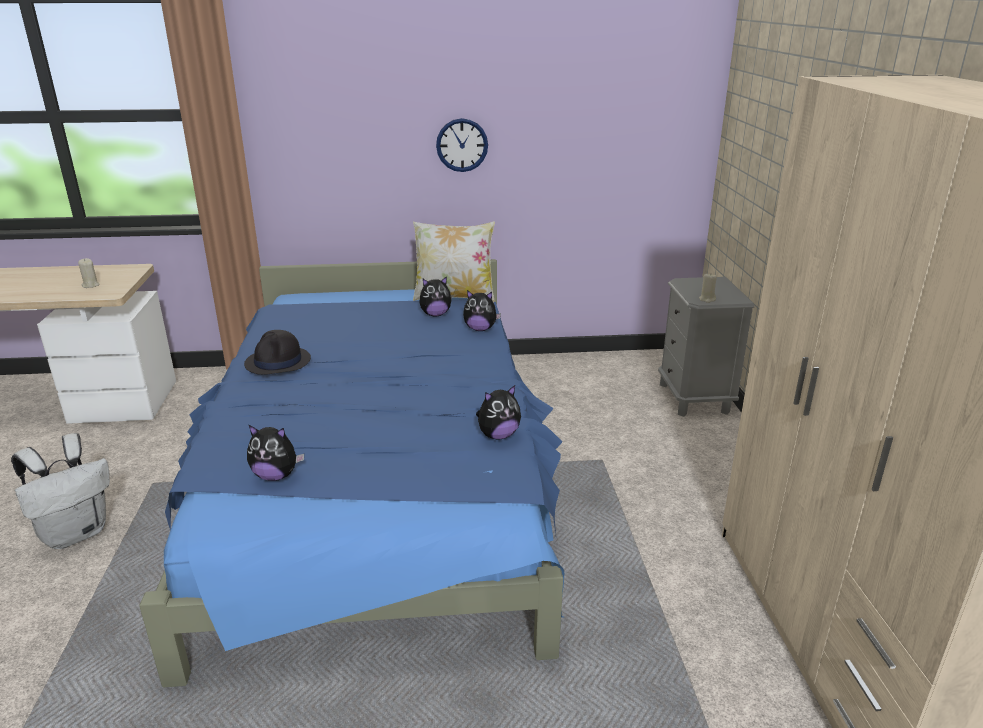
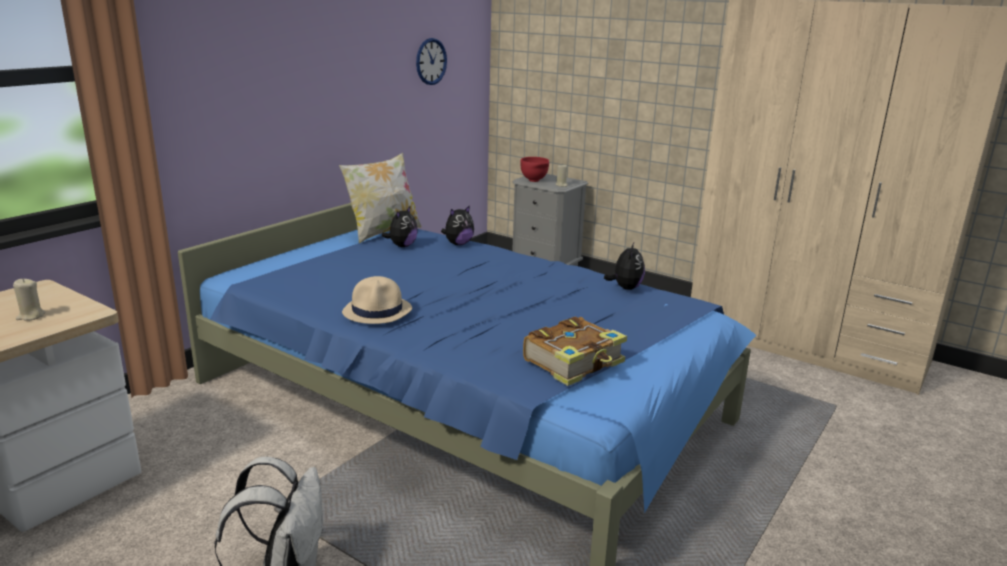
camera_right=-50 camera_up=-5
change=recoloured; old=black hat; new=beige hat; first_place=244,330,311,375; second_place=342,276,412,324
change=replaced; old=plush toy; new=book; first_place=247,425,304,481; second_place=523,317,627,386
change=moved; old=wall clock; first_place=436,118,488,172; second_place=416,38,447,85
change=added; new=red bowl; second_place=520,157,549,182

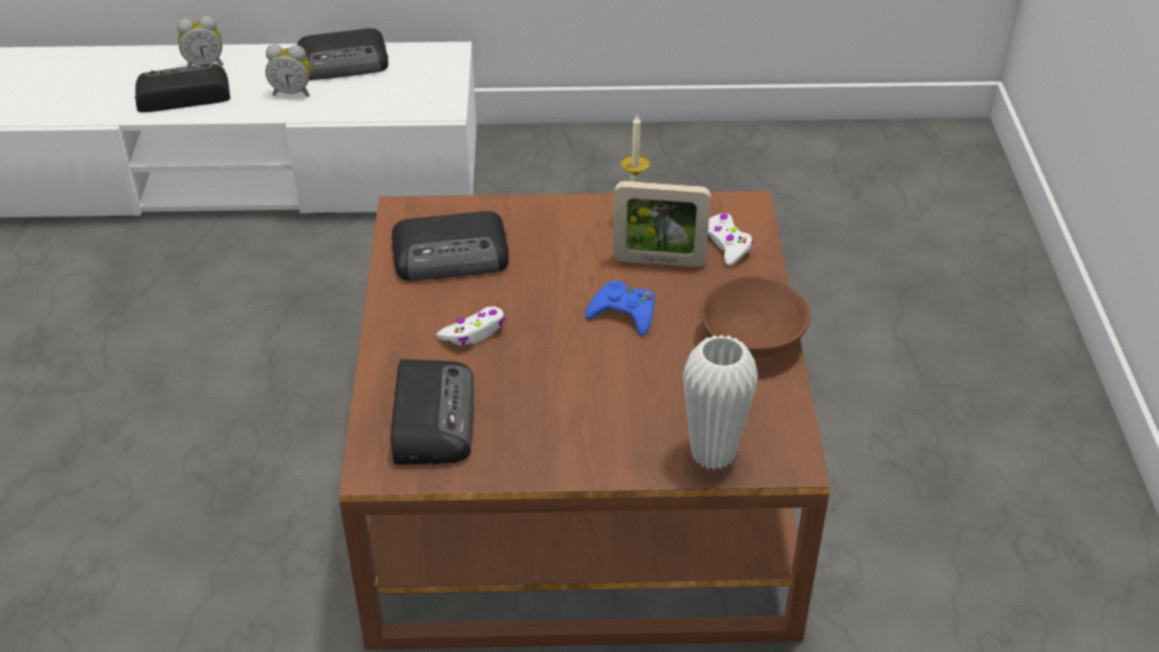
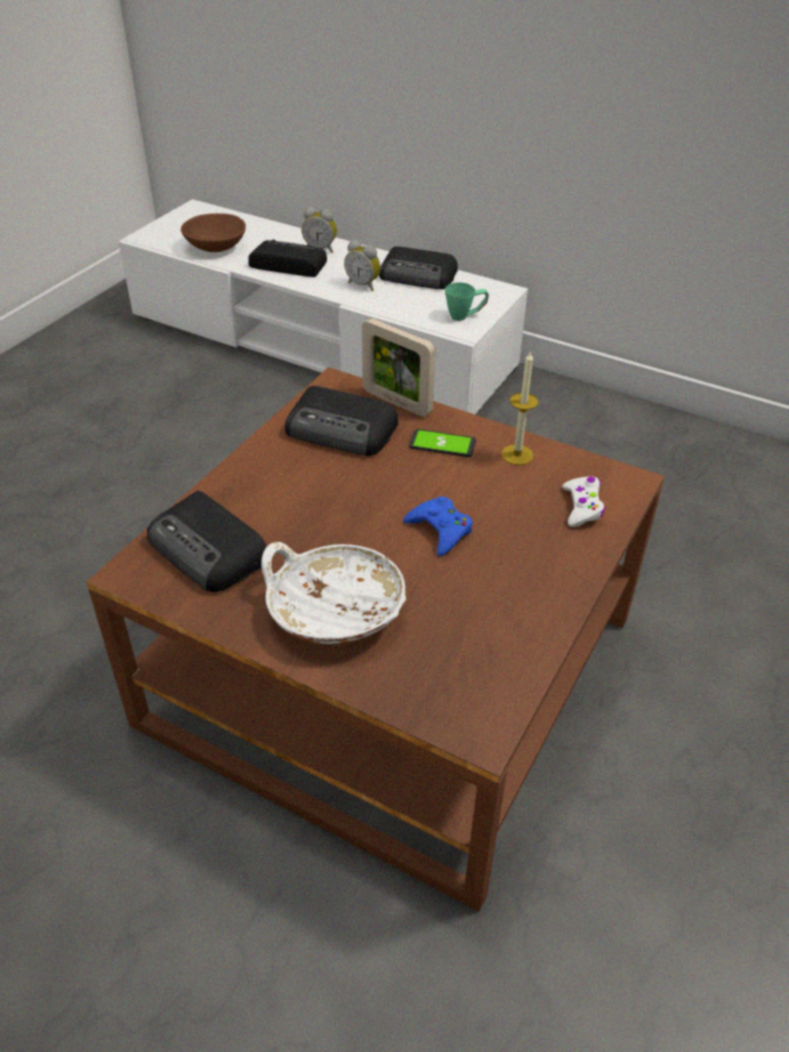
camera_right=30 camera_up=0
change=turned; old=radio; first_place=391,359,474,465; second_place=147,491,266,592; degrees=105
change=removed; old=white game controller; first_place=437,307,505,346
change=moved; old=picture frame; first_place=613,181,711,267; second_place=362,318,435,417
change=removed; old=white vase; first_place=683,335,758,470
change=moved; old=brown bowl; first_place=700,276,811,357; second_place=181,213,246,252
change=added; new=white bowl; second_place=261,542,406,644
change=added; new=phone; second_place=409,429,476,457
change=added; new=green mug; second_place=445,283,489,321

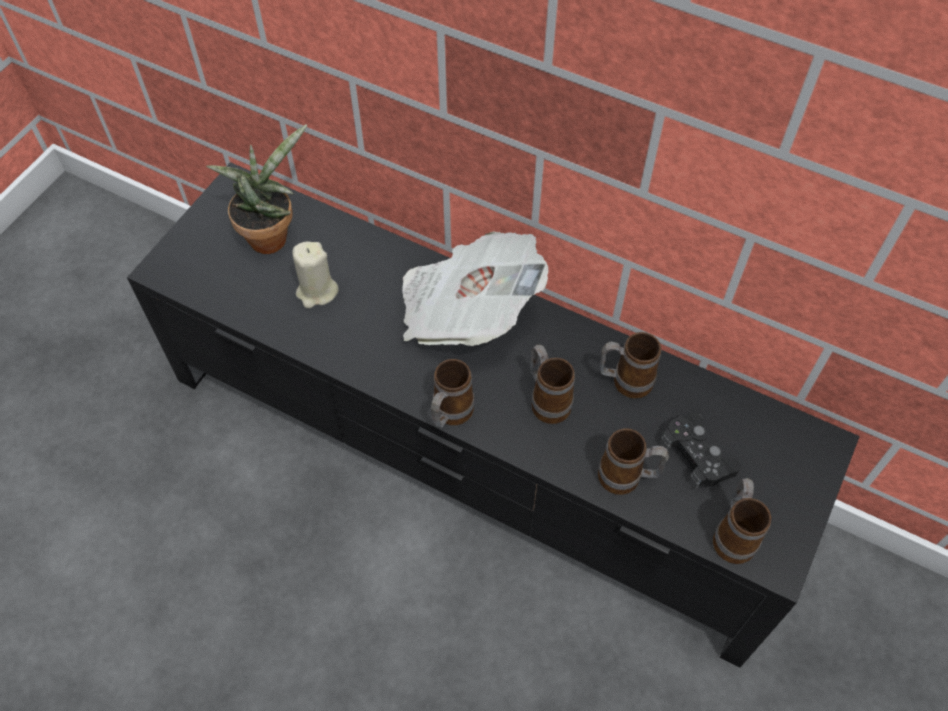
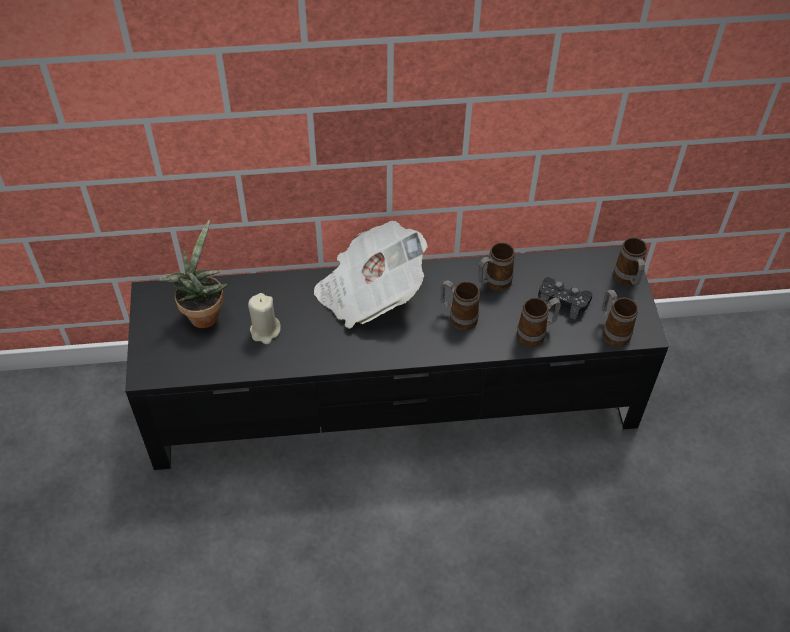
camera_right=-35 camera_up=-5
change=moved; old=mug; first_place=431,359,474,428; second_place=613,237,647,285

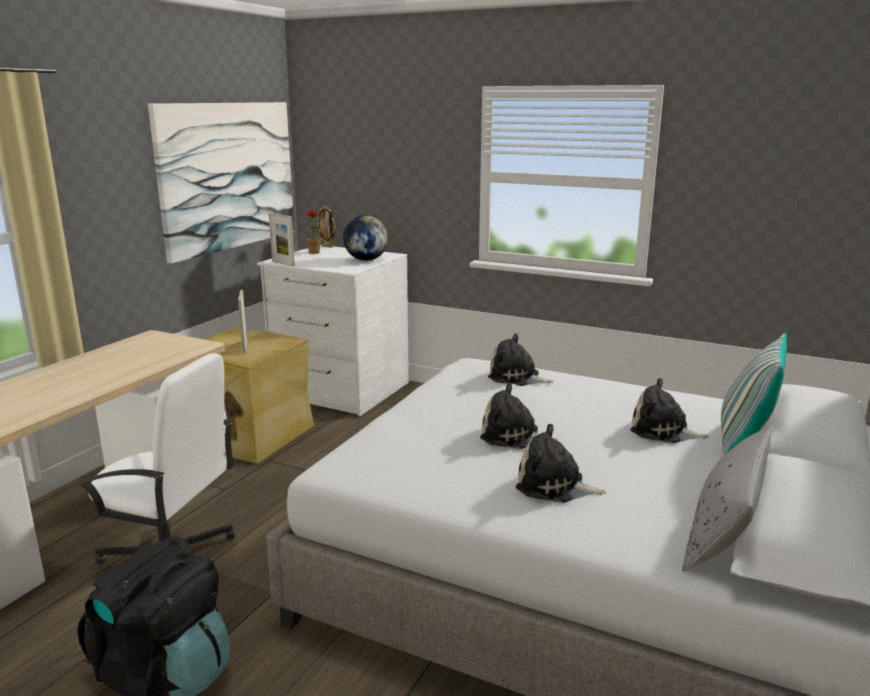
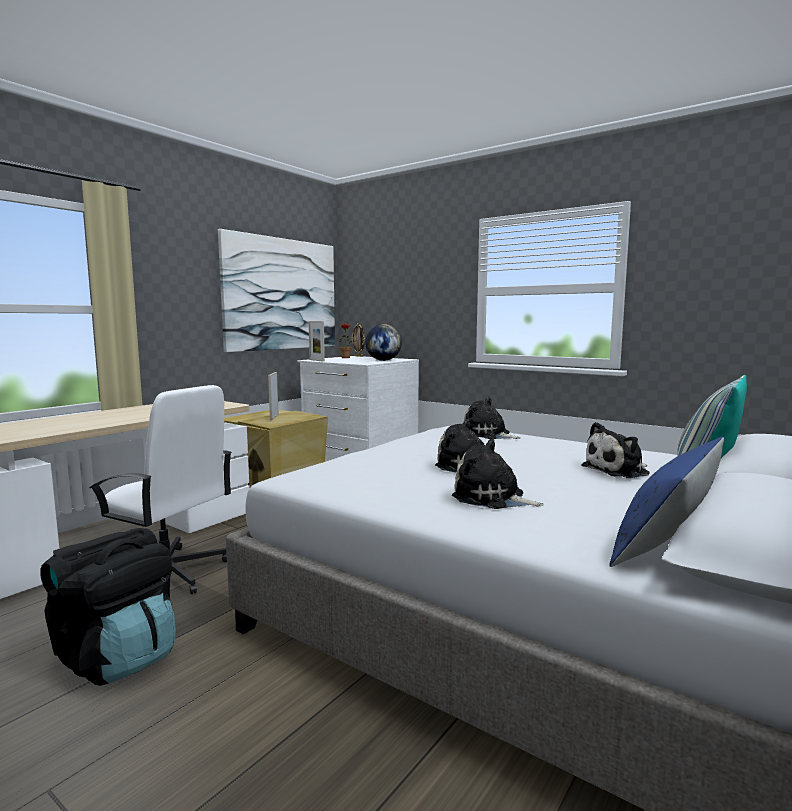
camera_right=10 camera_up=-10
change=turned; old=plush toy; first_place=630,378,709,443; second_place=581,422,650,478; degrees=-60
change=recoloured; old=grey pillow; new=blue pillow; first_place=682,425,772,572; second_place=609,437,724,567

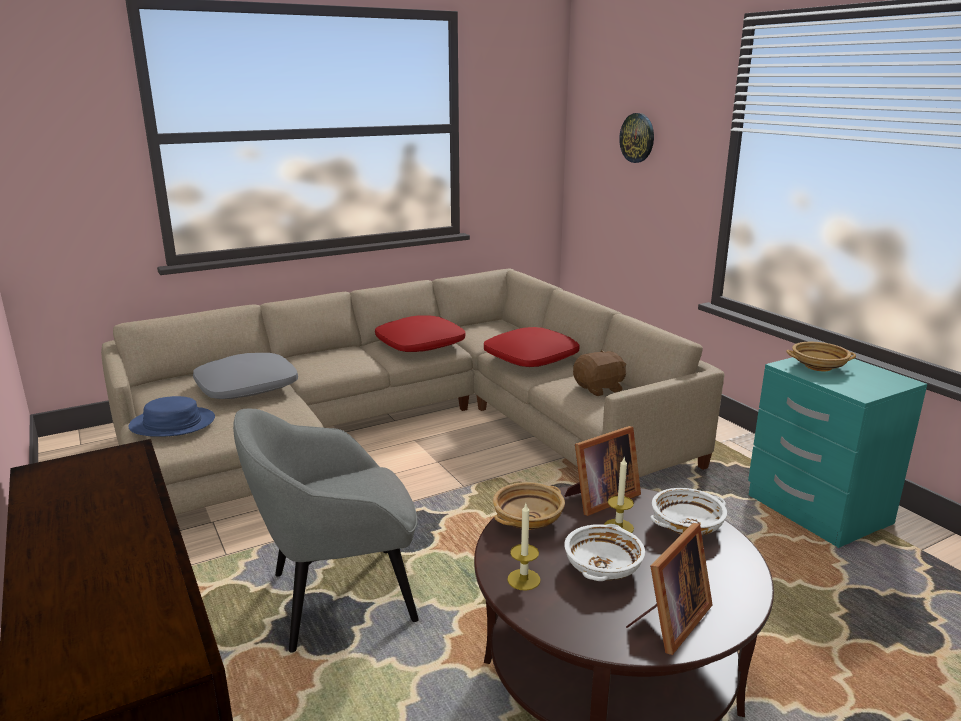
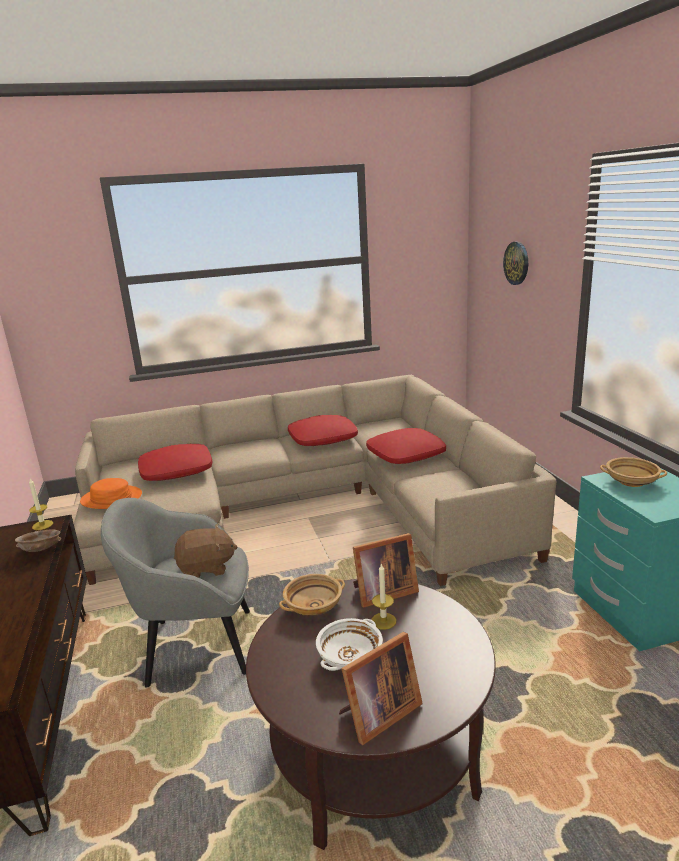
camera_right=15 camera_up=0
change=recoloured; old=blue hat; new=orange hat; first_place=128,396,215,437; second_place=80,478,142,509
change=recoloured; old=grey pillow; new=red pillow; first_place=193,353,298,399; second_place=138,444,213,481
change=moved; old=candle; first_place=507,504,541,591; second_place=29,479,53,530
change=moved; old=brown plush toy; first_place=573,350,627,396; second_place=174,524,238,578
change=removed; old=white bowl; first_place=650,488,727,535
change=added; new=brown bowl; second_place=15,529,61,552

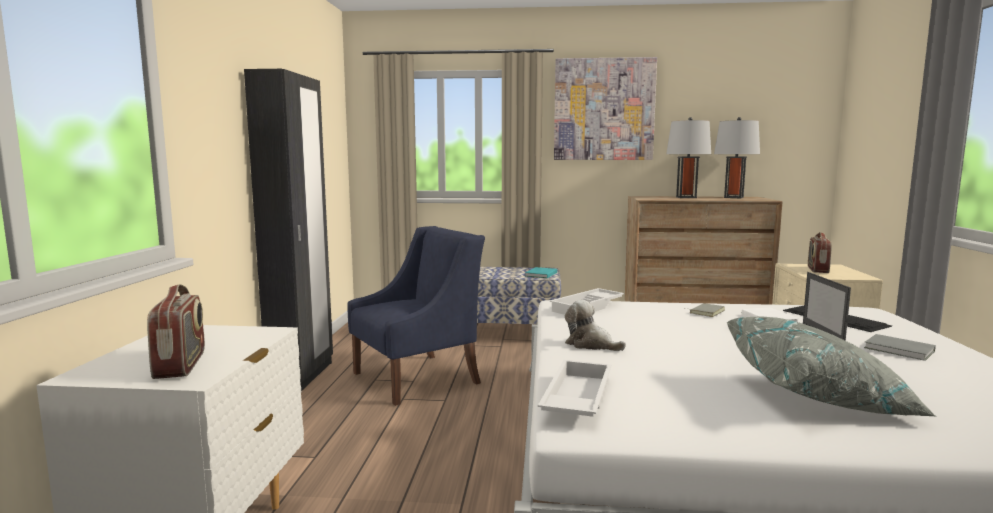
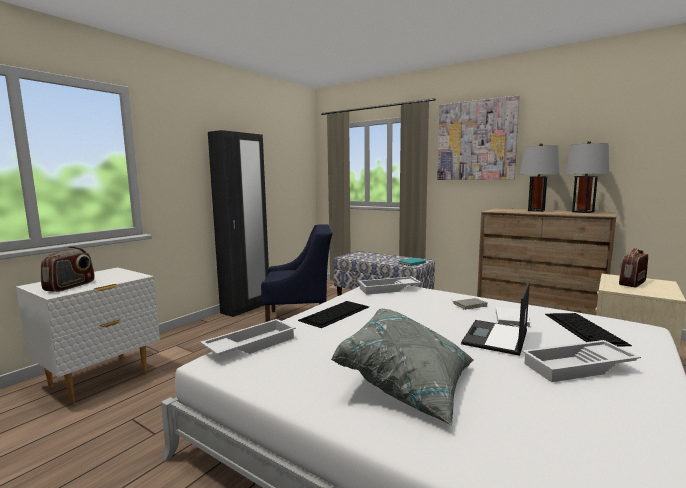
camera_right=30 camera_up=0
change=replaced; old=plush toy; new=keyboard; first_place=565,300,626,351; second_place=298,301,369,328
change=replaced; old=grey book; new=white tray; first_place=864,334,936,361; second_place=522,340,641,382

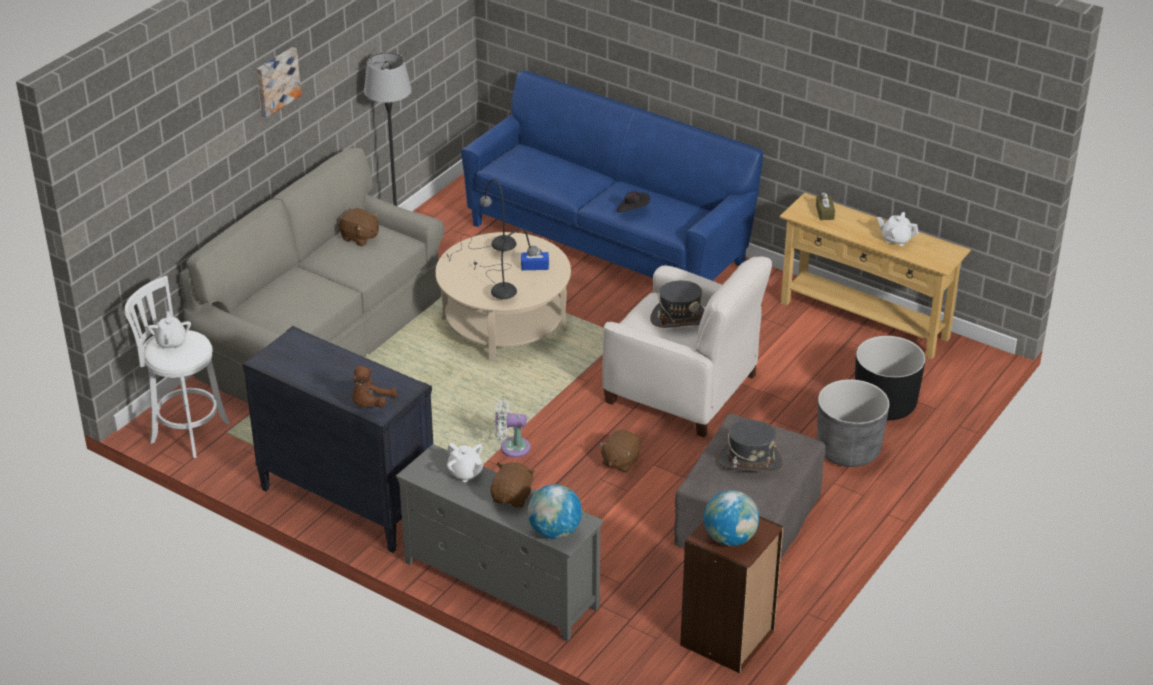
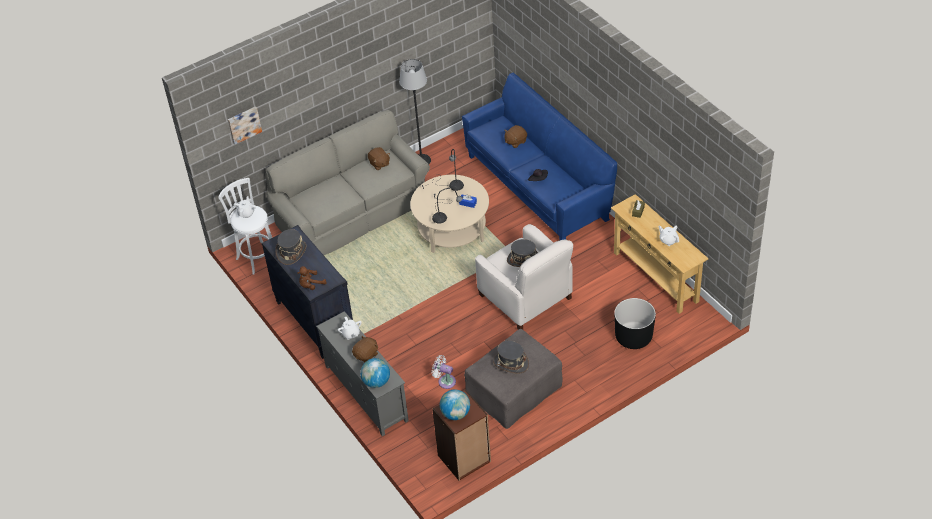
camera_right=25 camera_up=10
change=moved; old=picture; first_place=257,47,301,118; second_place=228,107,262,144
change=moved; old=white fan; first_place=494,400,531,457; second_place=432,355,456,389
change=moved; old=brown plush toy; first_place=599,430,641,473; second_place=504,125,527,148
change=removed; old=grey planter; first_place=817,379,889,467
change=added; new=grey hat; second_place=275,229,307,265

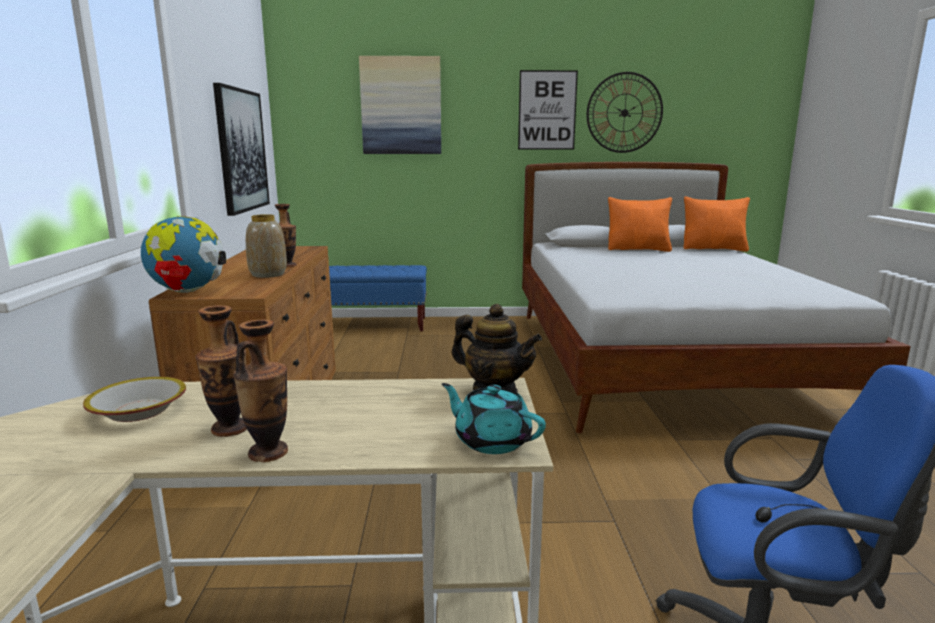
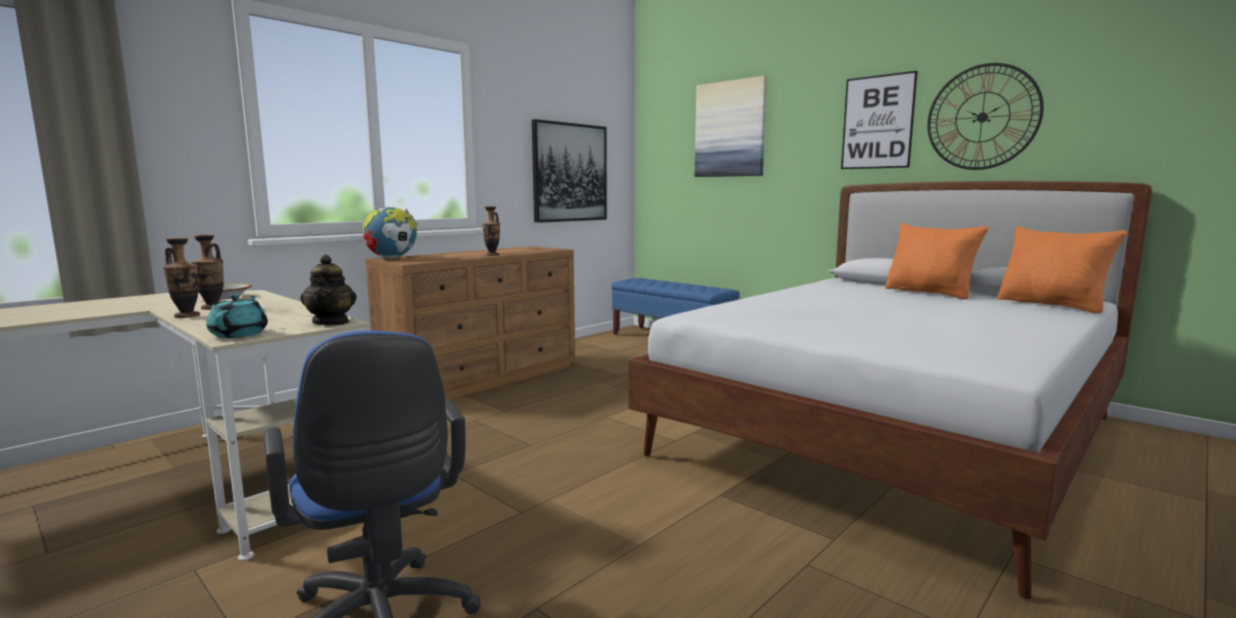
camera_right=45 camera_up=-5
change=removed; old=vase; first_place=246,214,287,278

